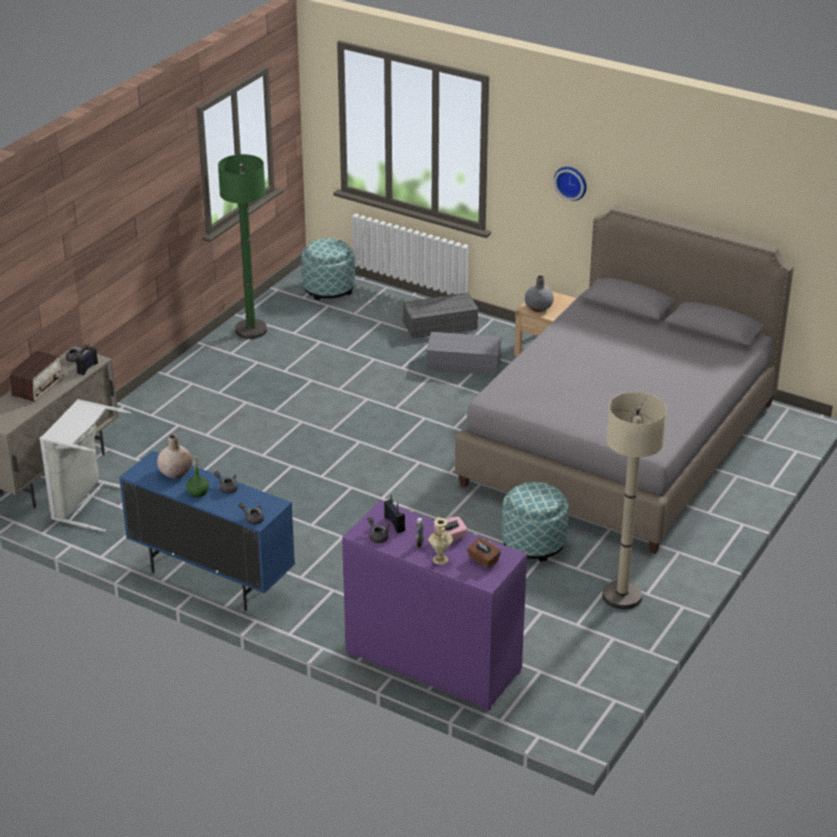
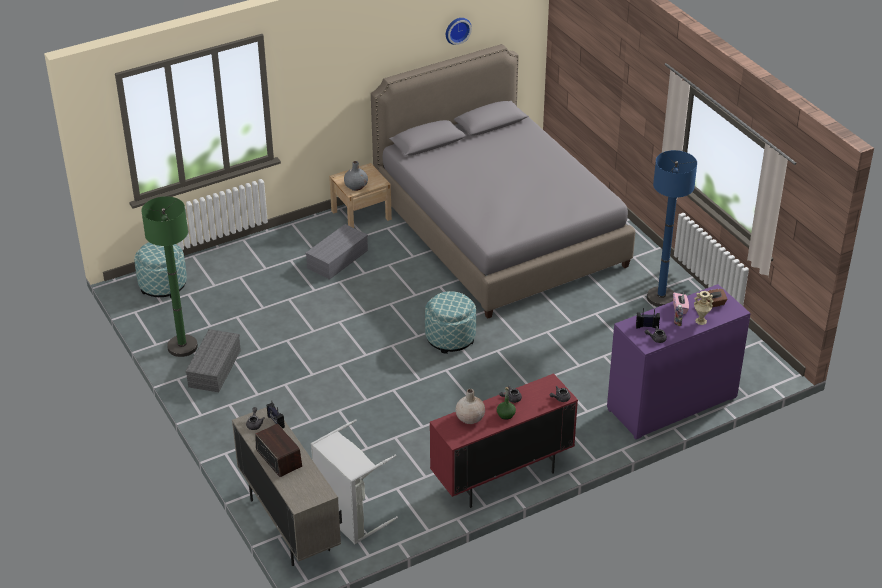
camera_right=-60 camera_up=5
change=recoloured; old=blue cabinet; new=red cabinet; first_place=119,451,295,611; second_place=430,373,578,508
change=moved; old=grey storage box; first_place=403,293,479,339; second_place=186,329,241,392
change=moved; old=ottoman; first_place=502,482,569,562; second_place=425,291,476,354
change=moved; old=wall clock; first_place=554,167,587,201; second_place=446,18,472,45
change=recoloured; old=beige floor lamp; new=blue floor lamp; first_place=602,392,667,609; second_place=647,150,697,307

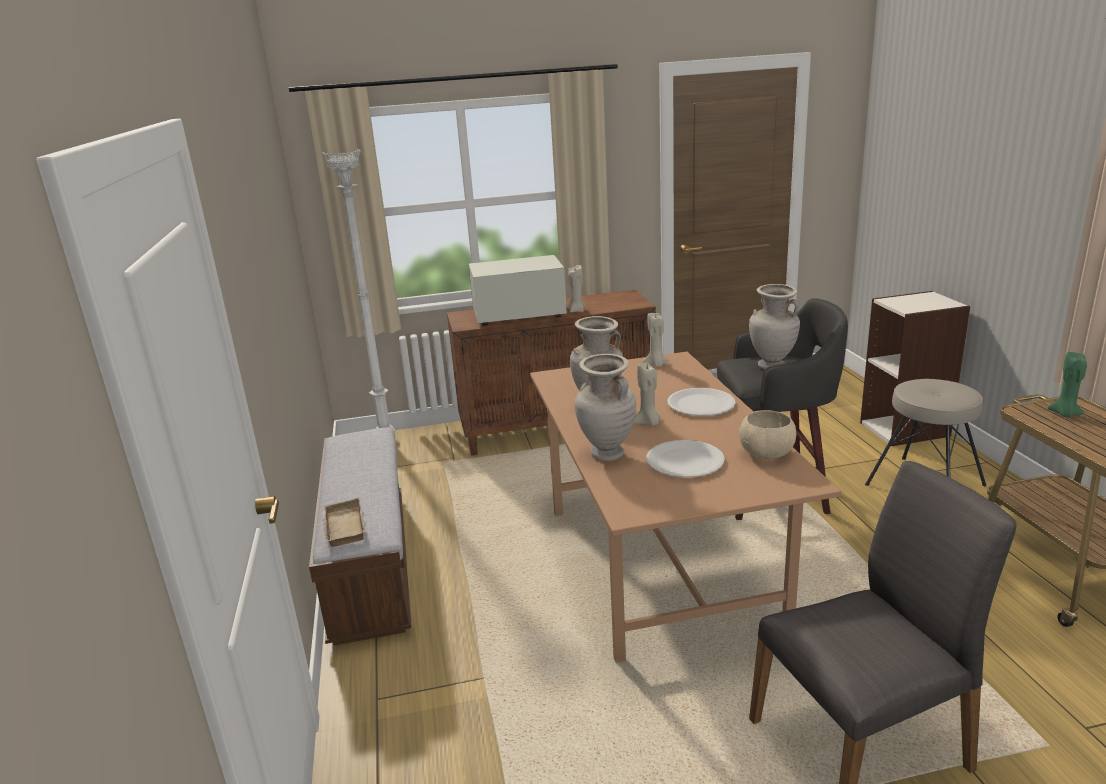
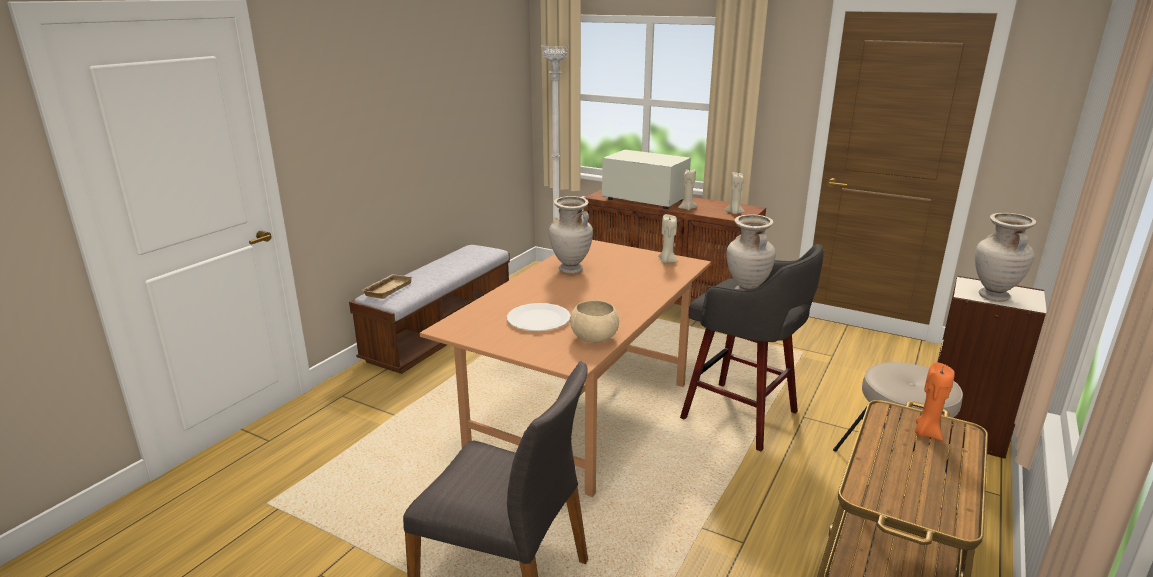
camera_right=40 camera_up=0
change=moved; old=beige vase; first_place=575,354,636,461; second_place=975,213,1036,302
change=moved; old=beige candle; first_place=634,363,661,426; second_place=725,172,745,214
change=removed; old=white plate; first_place=667,388,736,416
change=recoloured; old=green candle; new=orange candle; first_place=1047,352,1087,418; second_place=915,362,955,441

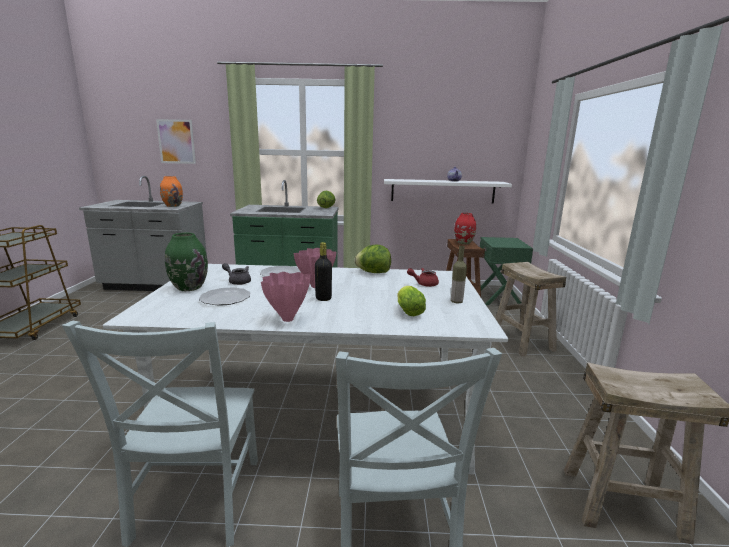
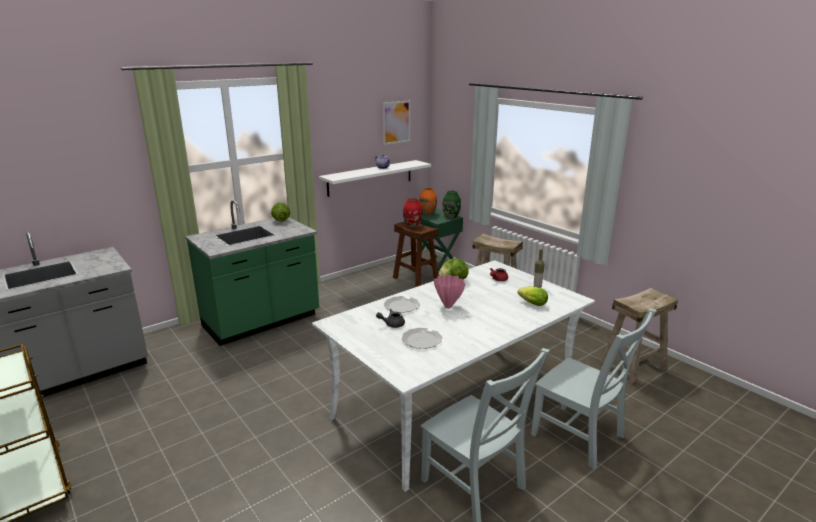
camera_right=-40 camera_up=5
change=moved; old=picture; first_place=156,119,196,164; second_place=382,100,410,145
change=moved; old=orange vase; first_place=160,176,183,207; second_place=419,188,437,215
change=moved; old=green vase; first_place=165,233,208,291; second_place=442,191,461,218
change=removed; old=pink vase; first_place=261,272,311,322
change=removed; old=black bottle; first_place=315,242,332,301

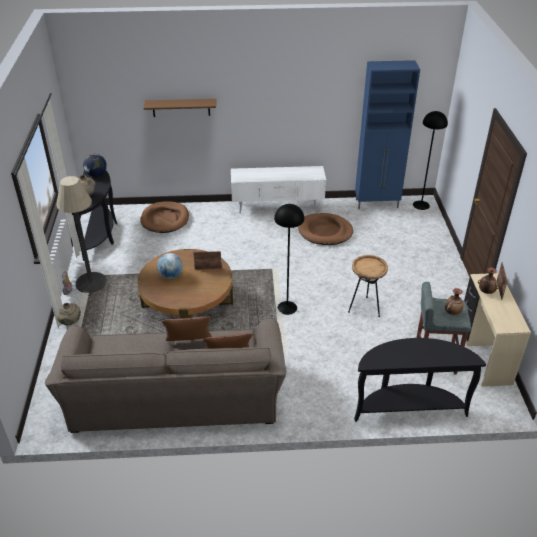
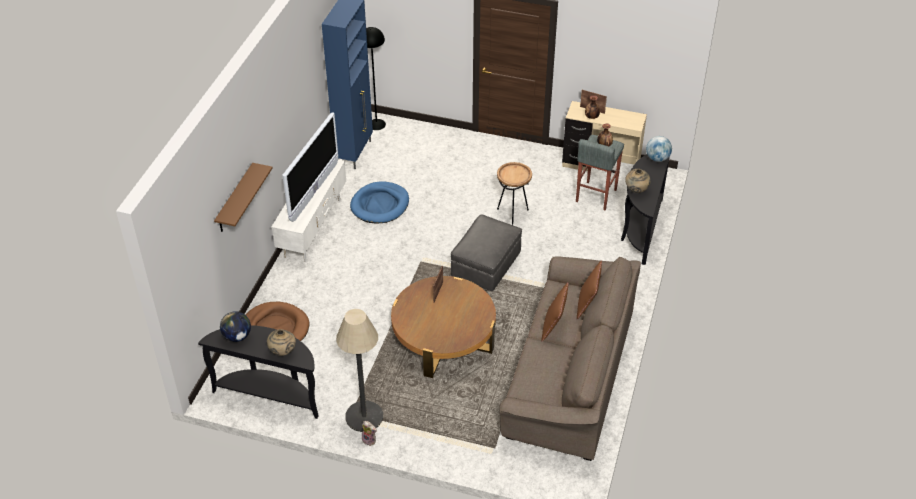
camera_right=-70 camera_up=5
change=moved; old=beige vase; first_place=57,303,81,326; second_place=625,169,651,193
change=moved; old=globe; first_place=157,253,183,279; second_place=646,136,672,162
change=replaced; old=black floor lamp; new=grey ottoman; first_place=274,204,304,315; second_place=451,214,522,291
change=recoloured; old=brown dog bed; new=blue dog bed; first_place=298,213,353,245; second_place=350,181,409,224
change=added; new=television; second_place=282,113,338,222

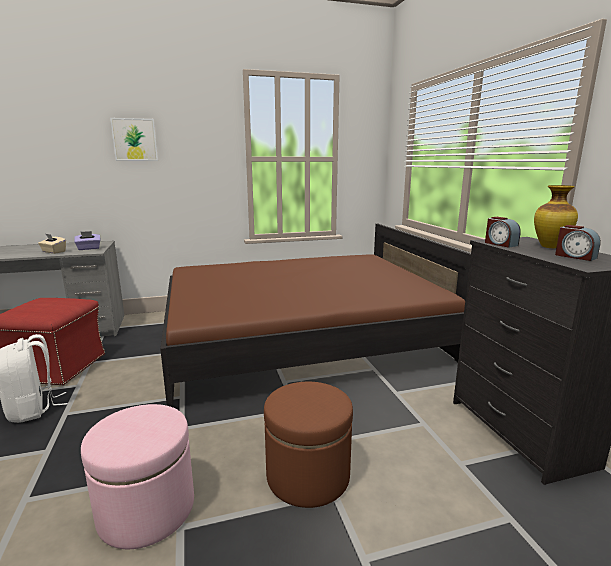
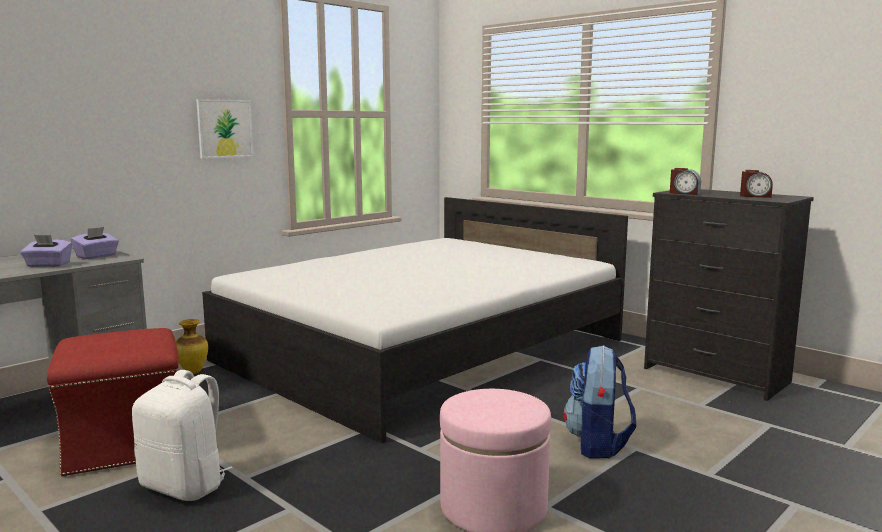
camera_right=-30 camera_up=-5
change=recoloured; old=beige tissue box; new=purple tissue box; first_place=38,234,66,254; second_place=20,235,72,267
change=moved; old=picture; first_place=110,118,158,161; second_place=196,99,254,159
change=recoloured; old=brown bed; new=white bed; first_place=160,224,471,407; second_place=202,197,628,444
change=replaced; old=brown ottoman; new=backpack; first_place=264,382,353,508; second_place=564,345,636,459
change=moved; old=vase; first_place=534,185,578,248; second_place=176,319,208,374

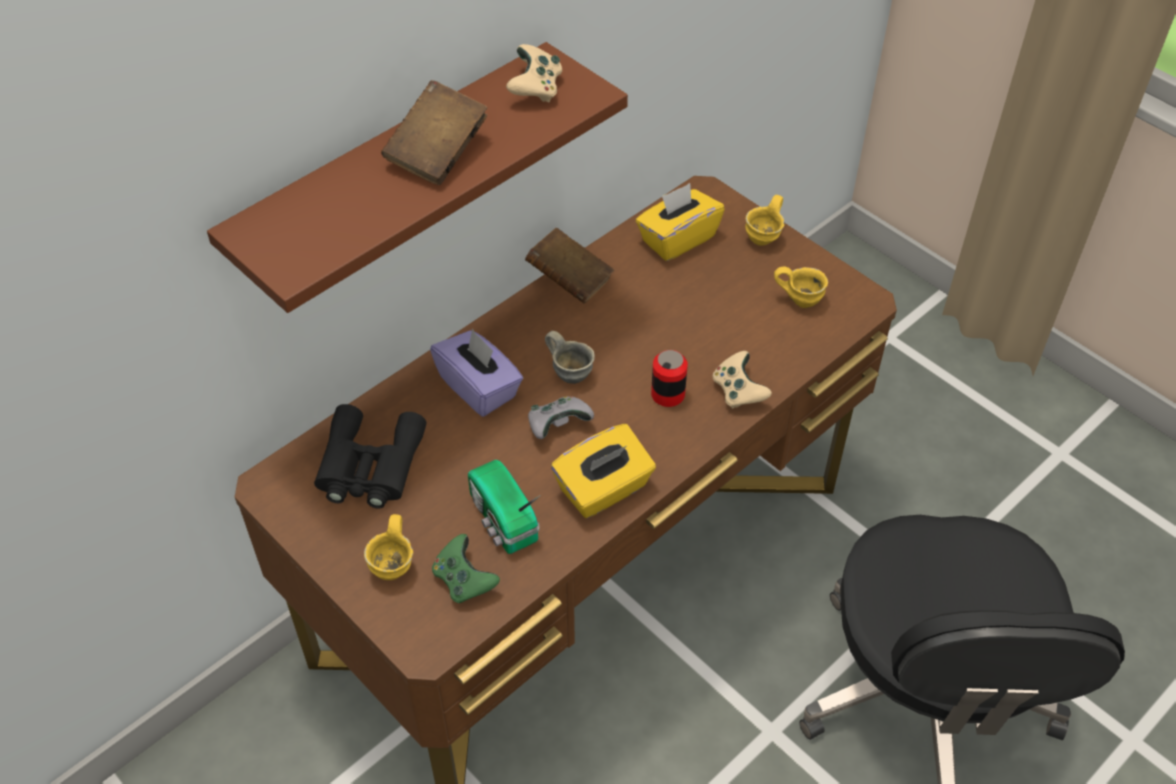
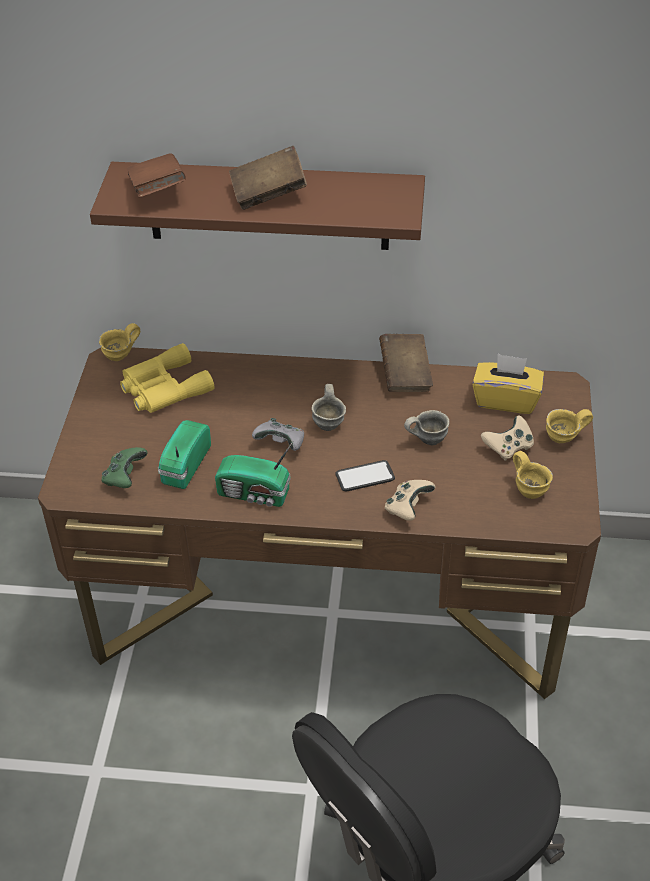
camera_right=50 camera_up=-5
change=recoloured; old=black binoculars; new=yellow binoculars; first_place=314,404,426,508; second_place=120,343,214,413
change=moved; old=yellow mug; first_place=364,514,413,580; second_place=99,323,140,361
change=removed; old=purple tissue box; first_place=430,328,523,417
change=moved; old=beige game controller; first_place=506,44,562,103; second_place=481,415,534,461
change=replaced; old=yellow tissue box; new=radio; first_place=551,424,656,518; second_place=215,442,293,507
change=replaced; old=can; new=phone; first_place=651,350,688,407; second_place=335,460,395,491
change=added; new=brown book; second_place=126,153,186,198
change=added; new=grey mug; second_place=404,410,449,445

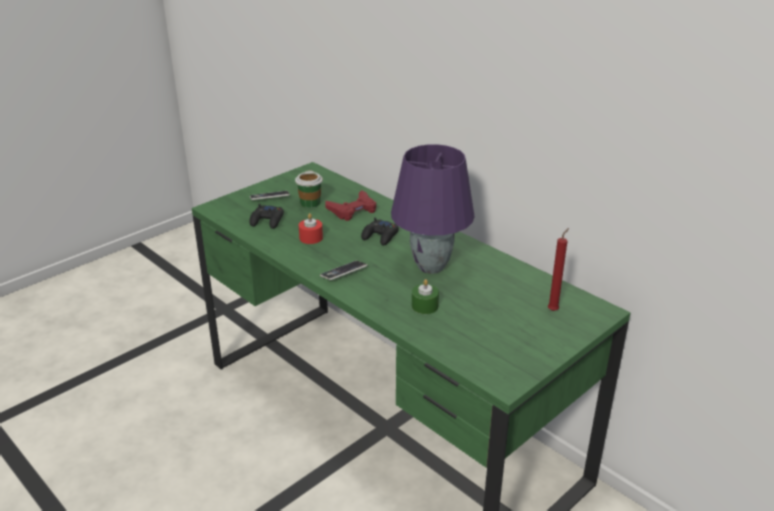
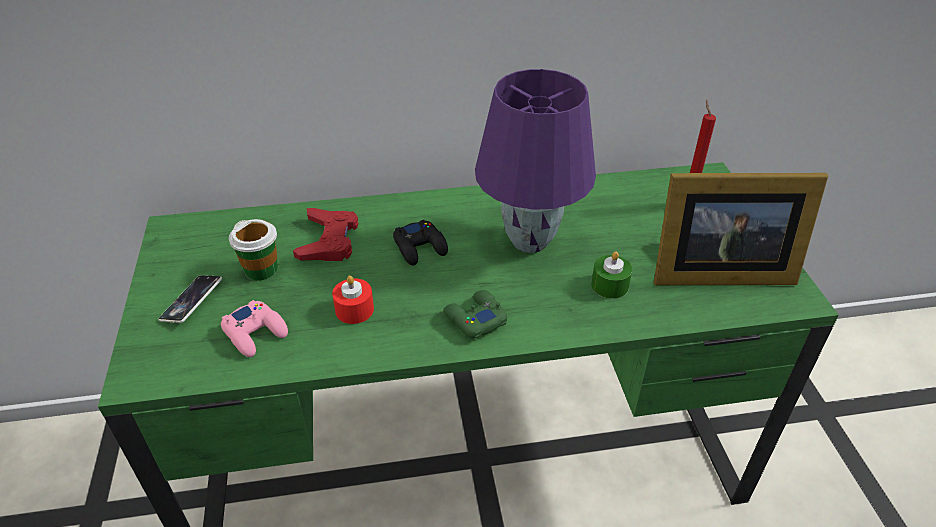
camera_right=-55 camera_up=10
change=recoloured; old=black game controller; new=pink game controller; first_place=249,204,284,229; second_place=221,300,288,357
change=replaced; old=phone; new=green game controller; first_place=320,261,367,280; second_place=443,290,507,339
change=added; new=picture frame; second_place=654,173,828,285

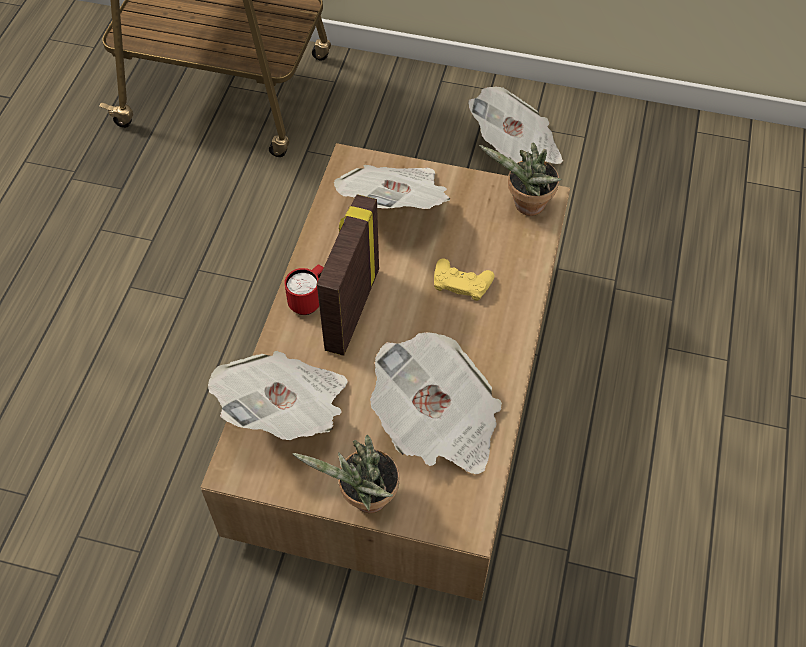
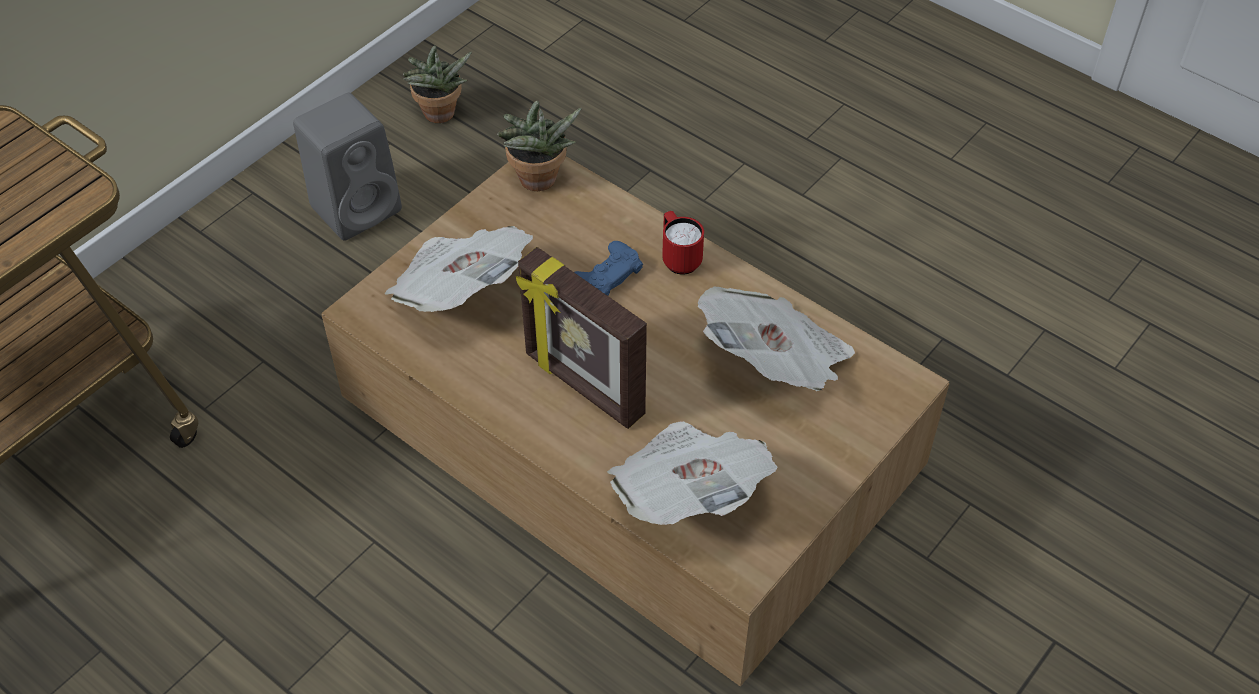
camera_right=-65 camera_up=-5
change=moved; old=red mug; first_place=284,265,324,315; second_place=662,211,704,275
change=moved; old=potted plant; first_place=292,435,399,513; second_place=403,46,472,123
change=recoloured; old=yellow game controller; new=blue game controller; first_place=434,258,495,301; second_place=574,241,643,296
change=replaced; old=newspaper; new=grey speaker; first_place=468,86,563,164; second_place=293,93,402,241

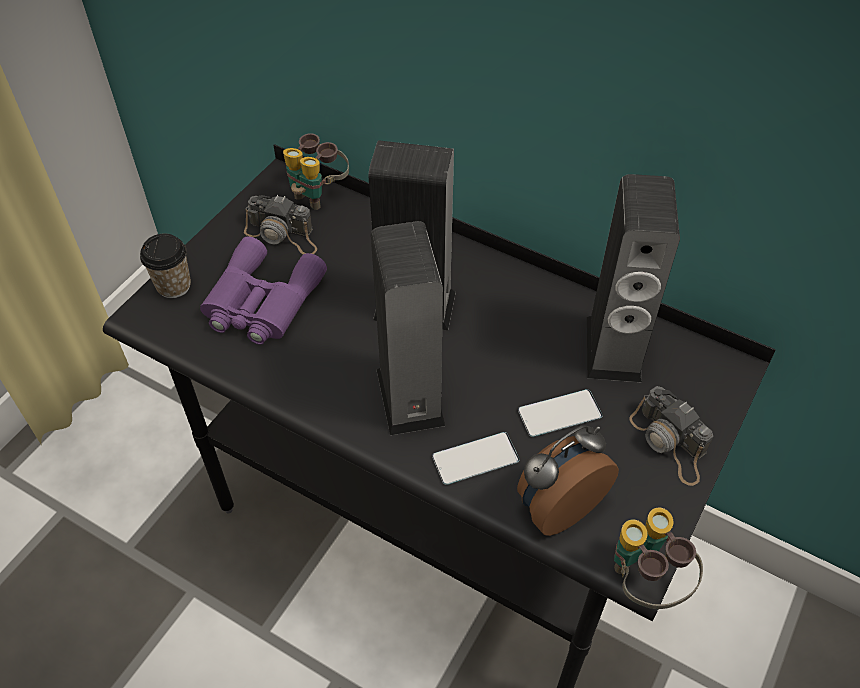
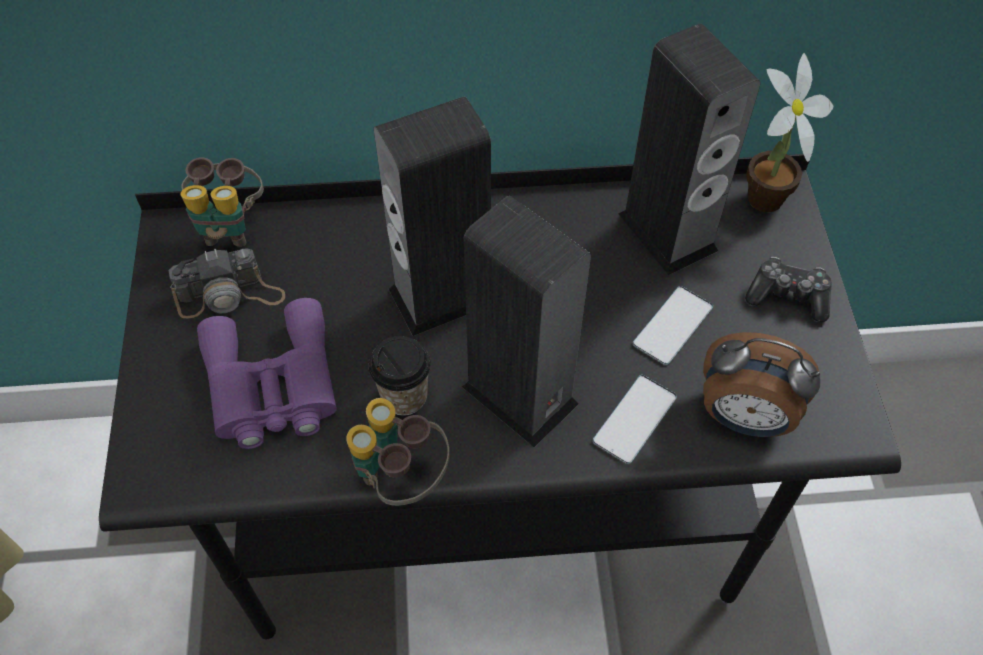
camera_right=-35 camera_up=5
change=moved; old=cup; first_place=140,233,191,298; second_place=369,336,431,416
change=turned; old=alarm clock; first_place=517,425,619,536; second_place=703,332,820,437; degrees=-90
change=moved; old=binoculars; first_place=614,507,703,609; second_place=346,398,450,506
change=replaced; old=photo camera; new=game controller; first_place=629,386,713,486; second_place=745,257,832,322
change=added; new=potted plant; second_place=746,53,834,212

